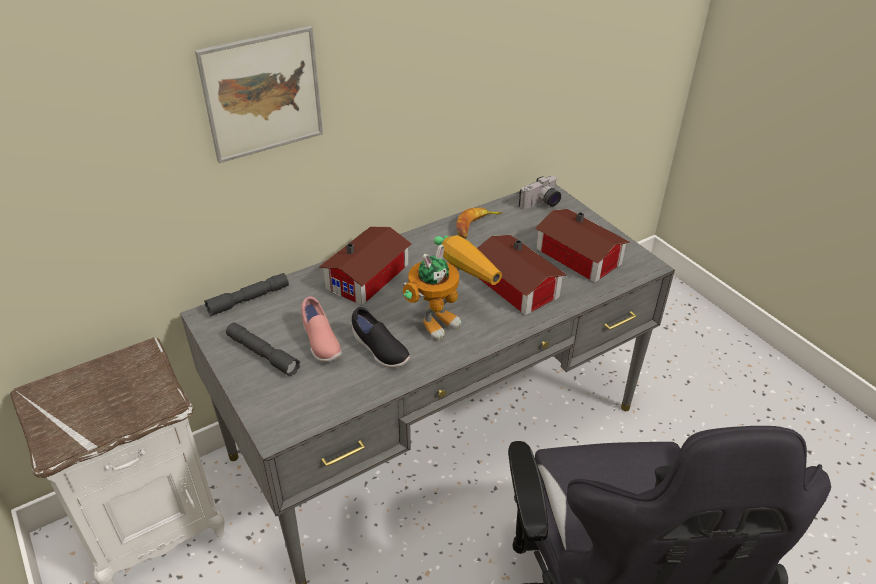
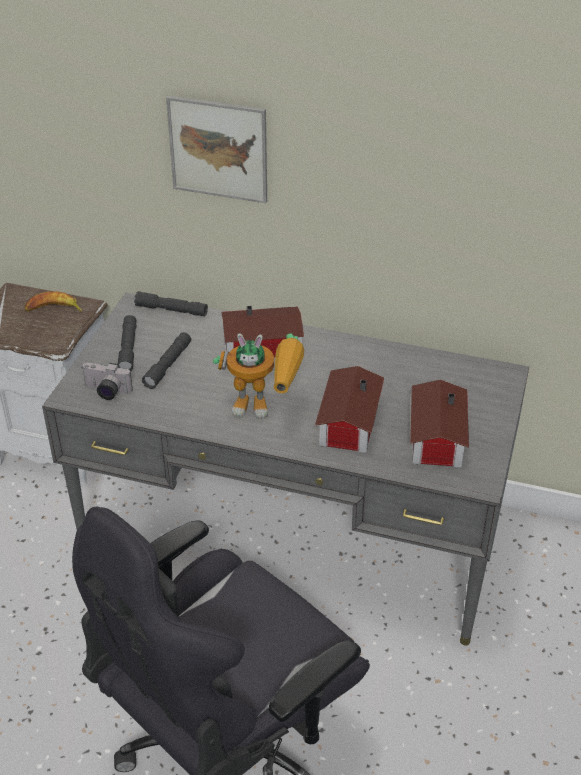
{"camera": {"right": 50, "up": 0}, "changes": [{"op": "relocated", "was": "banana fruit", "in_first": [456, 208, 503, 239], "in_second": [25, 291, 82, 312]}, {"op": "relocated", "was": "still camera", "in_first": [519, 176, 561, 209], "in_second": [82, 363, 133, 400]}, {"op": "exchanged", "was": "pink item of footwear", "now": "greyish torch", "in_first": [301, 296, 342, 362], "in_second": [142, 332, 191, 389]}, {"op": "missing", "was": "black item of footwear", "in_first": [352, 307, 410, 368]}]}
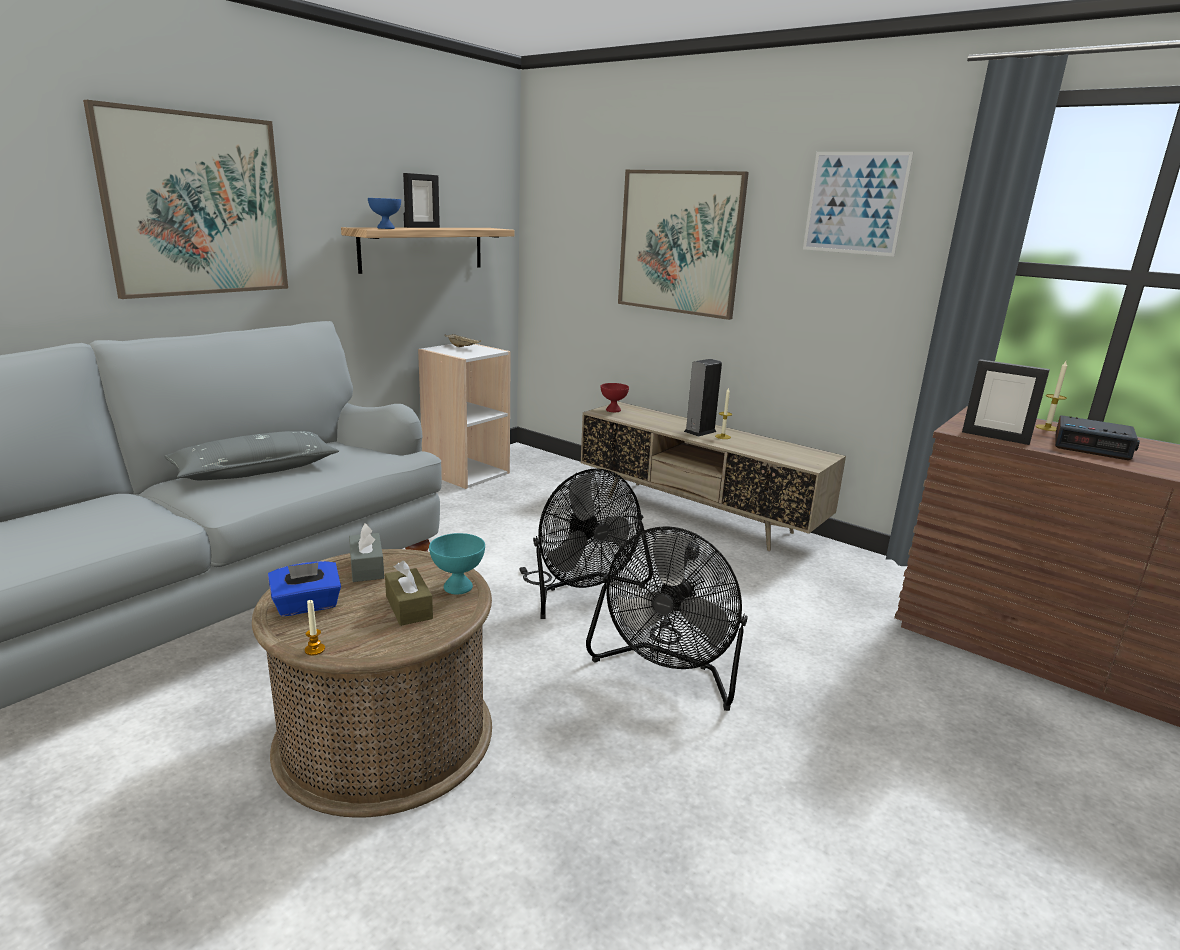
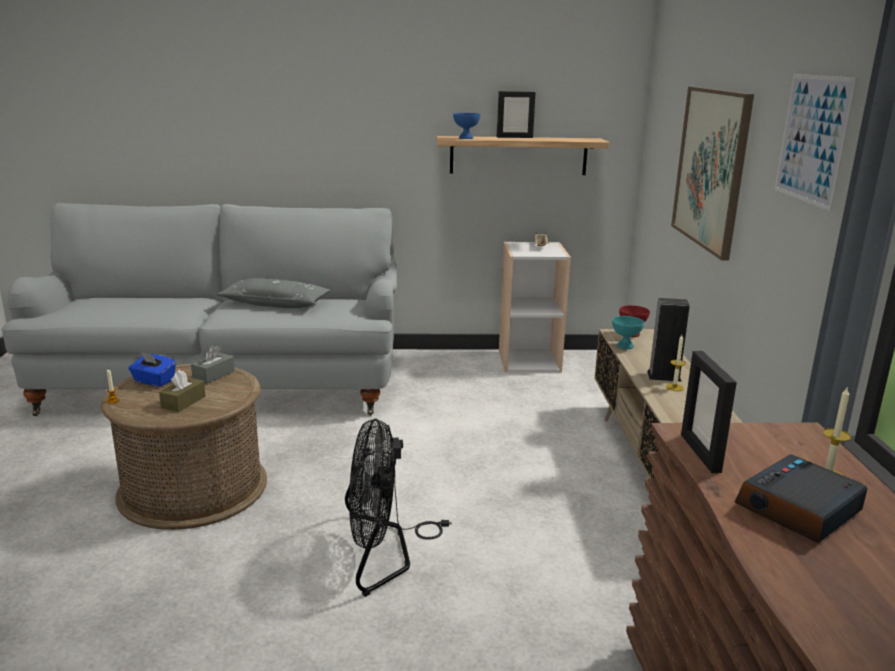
{"camera": {"right": 50, "up": 0}, "changes": [{"op": "relocated", "was": "turquoise-coloured deep dish", "in_first": [429, 533, 485, 595], "in_second": [612, 316, 644, 349]}, {"op": "spun", "was": "bedside clock", "in_first": [1055, 415, 1140, 460], "in_second": [735, 454, 867, 543], "clockwise": 60}, {"op": "missing", "was": "wall picture", "in_first": [83, 100, 288, 299]}, {"op": "missing", "was": "black electric fan", "in_first": [520, 469, 653, 619]}]}
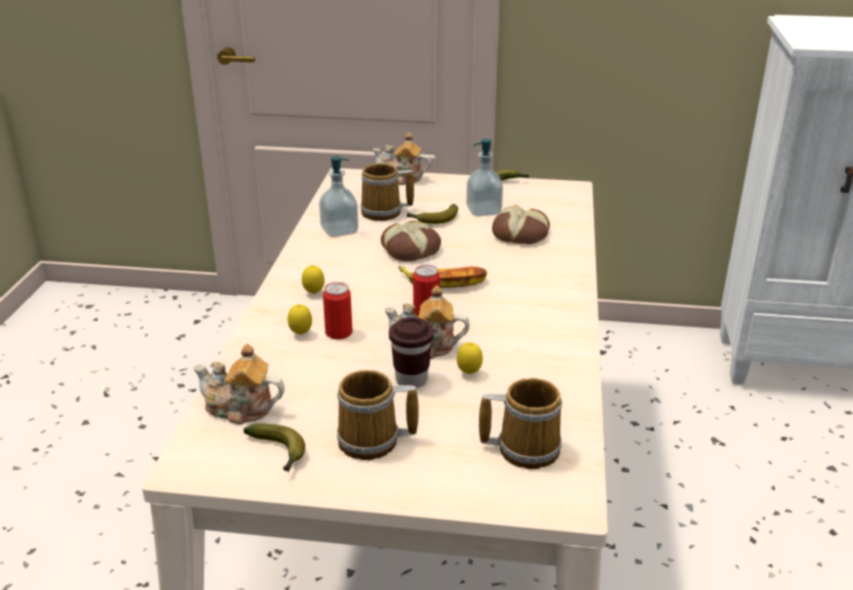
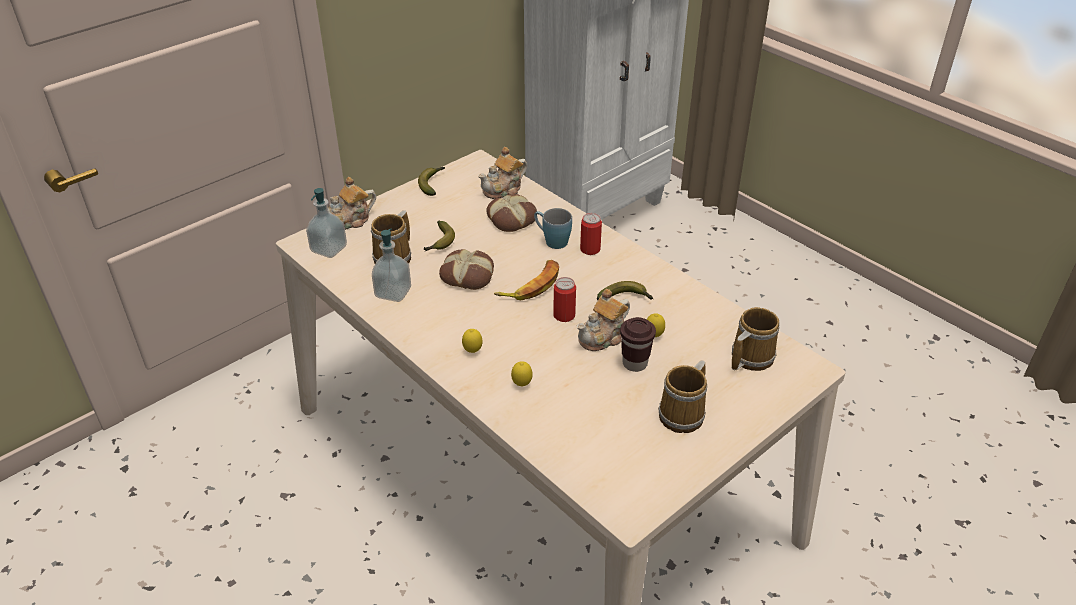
{"camera": {"right": -50, "up": 10}, "changes": [{"op": "relocated", "was": "soap bottle", "in_first": [466, 139, 503, 217], "in_second": [306, 188, 347, 258]}, {"op": "relocated", "was": "tea pot", "in_first": [193, 344, 285, 425], "in_second": [478, 147, 527, 199]}, {"op": "appeared", "now": "blue-coloured coffee mug", "in_second": [534, 208, 572, 249]}, {"op": "relocated", "was": "metal can", "in_first": [323, 282, 352, 339], "in_second": [580, 213, 602, 255]}, {"op": "relocated", "was": "banana fruit", "in_first": [243, 423, 305, 472], "in_second": [597, 281, 653, 300]}]}
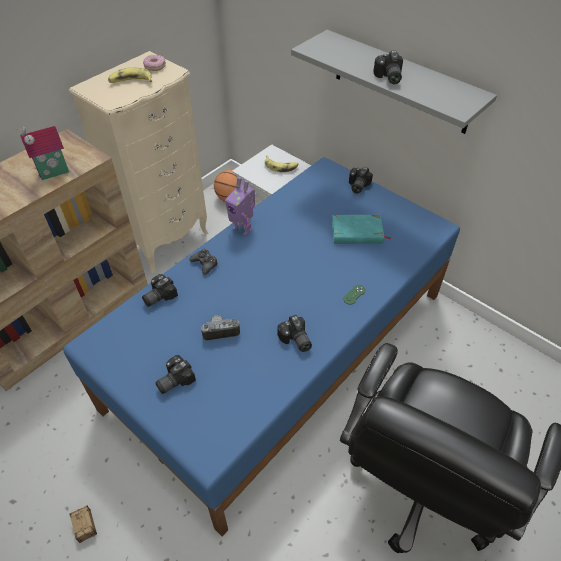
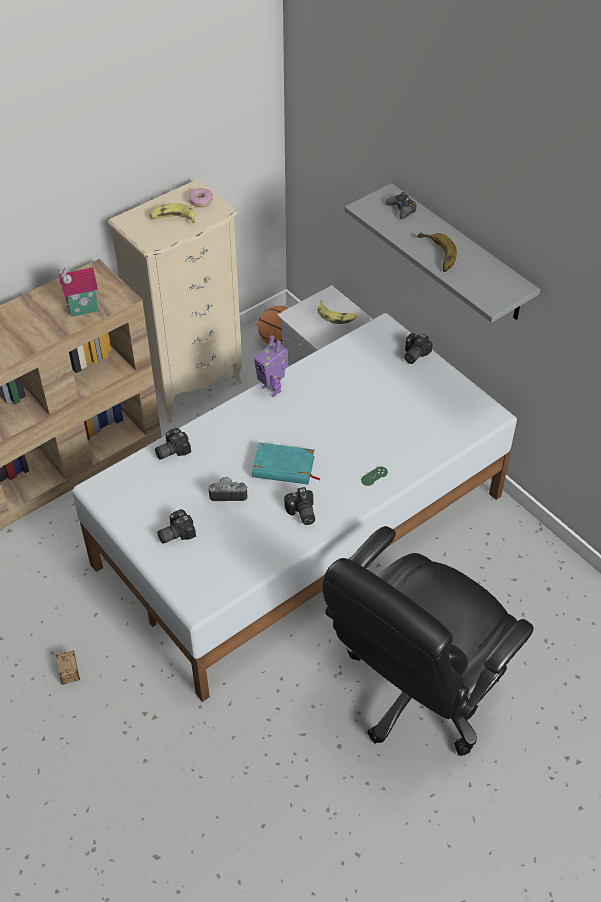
{"camera": {"right": 10, "up": 0}, "changes": [{"op": "colour", "was": "blue-coloured bedroom bed", "now": "whitish bedroom bed", "in_first": [63, 157, 460, 537], "in_second": [72, 313, 517, 702]}, {"op": "relocated", "was": "turquoise-coloured book", "in_first": [332, 215, 391, 244], "in_second": [252, 442, 321, 485]}, {"op": "relocated", "was": "black joypad", "in_first": [189, 249, 218, 275], "in_second": [386, 192, 417, 219]}, {"op": "exchanged", "was": "still camera", "now": "banana fruit", "in_first": [373, 51, 403, 84], "in_second": [417, 232, 457, 272]}]}
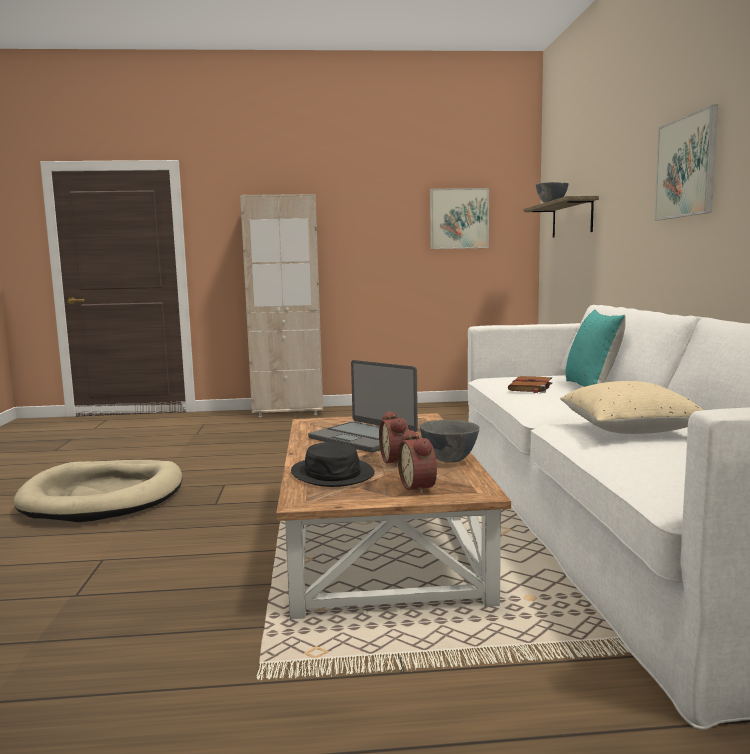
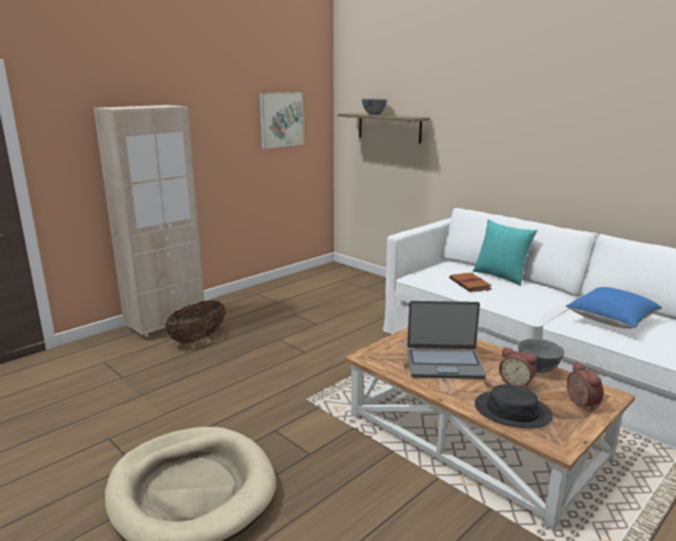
{"camera": {"right": -40, "up": 10}, "changes": [{"op": "appeared", "now": "basket", "in_second": [165, 300, 225, 344]}, {"op": "colour", "was": "sand-coloured pillow", "now": "blue-coloured pillow", "in_first": [560, 381, 703, 434], "in_second": [566, 287, 662, 329]}, {"op": "spun", "was": "bedside clock", "in_first": [398, 430, 437, 495], "in_second": [567, 361, 603, 411], "clockwise": -135}, {"op": "missing", "was": "wall picture", "in_first": [654, 105, 718, 221]}]}
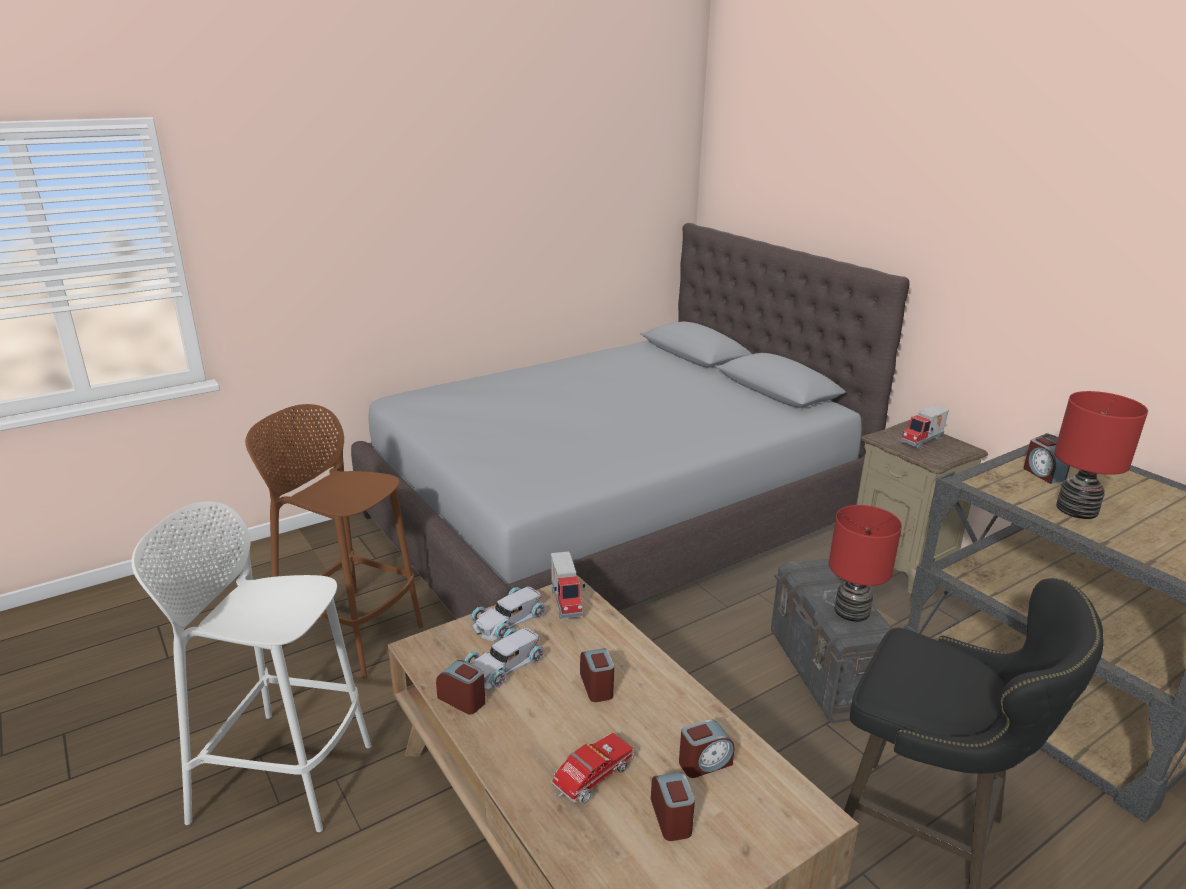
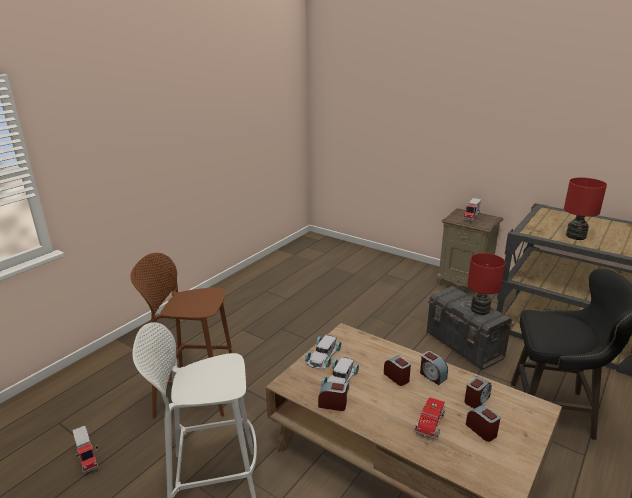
{"camera": {"right": -20, "up": 0}, "changes": [{"op": "relocated", "was": "toy truck", "in_first": [551, 551, 586, 619], "in_second": [73, 426, 98, 474]}, {"op": "relocated", "was": "bedside clock", "in_first": [1024, 437, 1070, 484], "in_second": [420, 351, 448, 385]}, {"op": "missing", "was": "greyish bedroom bed", "in_first": [351, 223, 910, 619]}]}
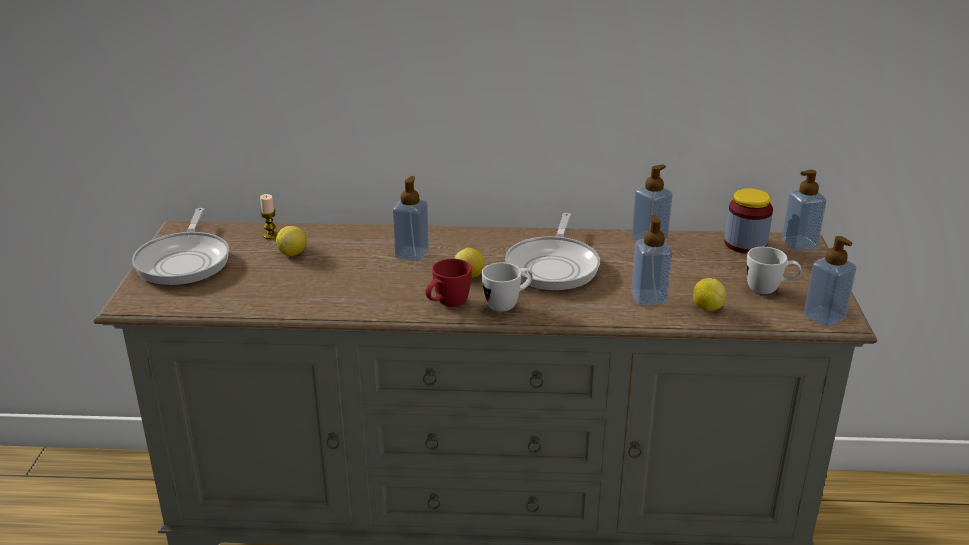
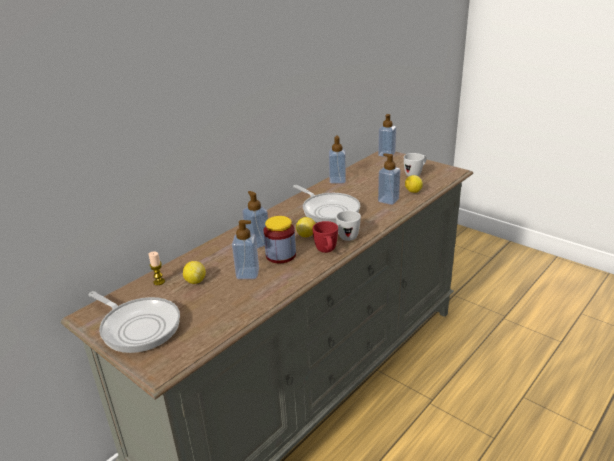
{"camera": {"right": -50, "up": 0}, "changes": [{"op": "relocated", "was": "soap bottle", "in_first": [804, 236, 856, 327], "in_second": [232, 220, 259, 279]}, {"op": "relocated", "was": "storage jar", "in_first": [725, 188, 773, 254], "in_second": [264, 216, 296, 263]}]}
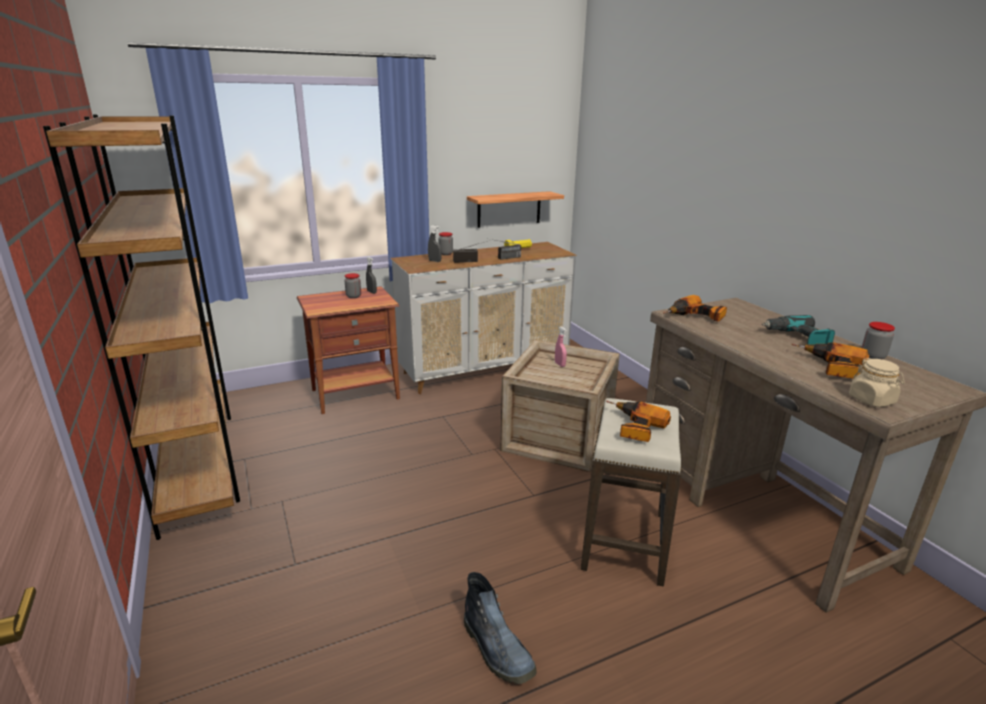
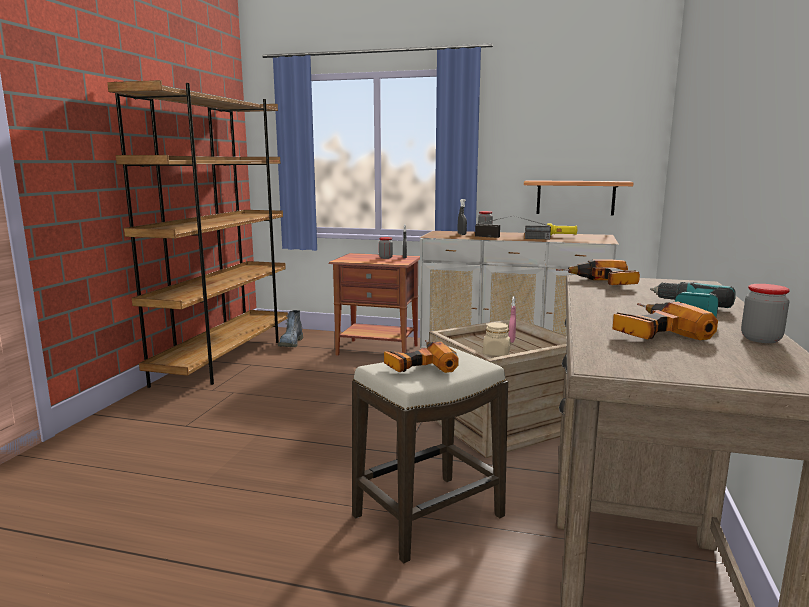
{"camera": {"right": 40, "up": -10}, "changes": [{"op": "relocated", "was": "tall boot", "in_first": [464, 572, 536, 684], "in_second": [278, 310, 303, 347]}, {"op": "relocated", "was": "sand-coloured storage jar", "in_first": [849, 358, 905, 407], "in_second": [483, 322, 511, 356]}]}
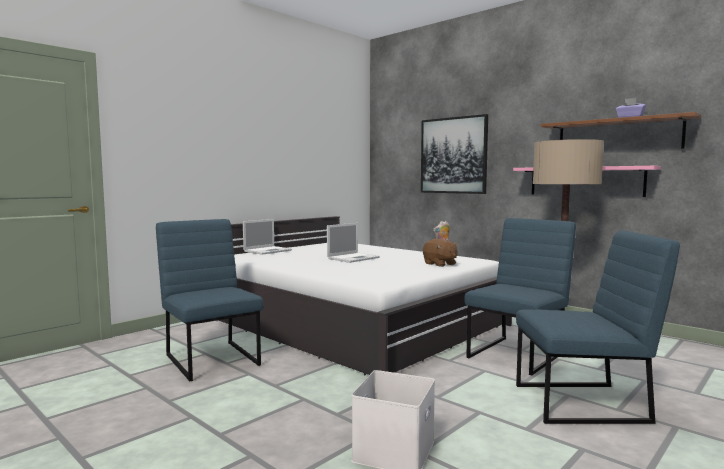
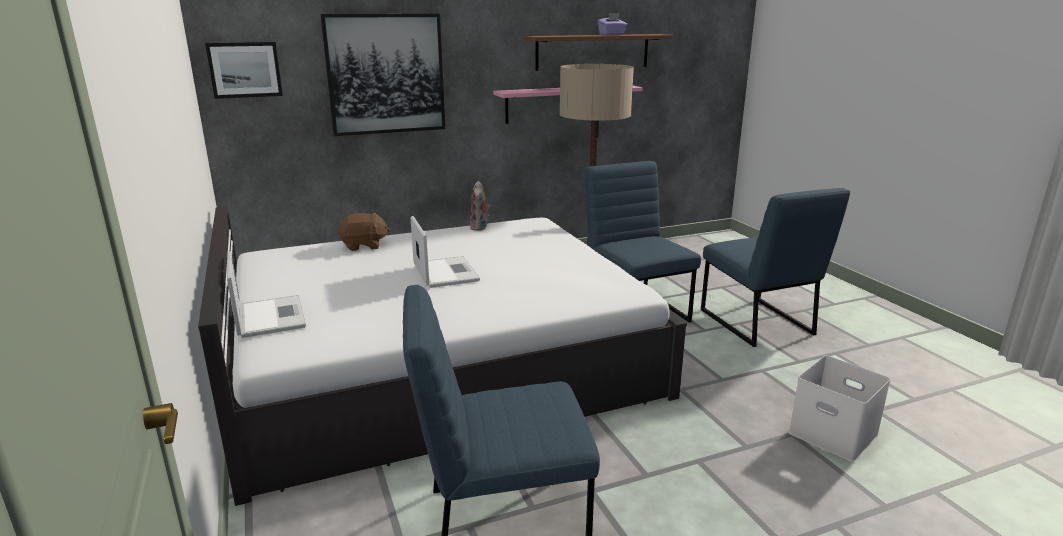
{"camera": {"right": -65, "up": 15}, "changes": [{"op": "appeared", "now": "wall picture", "in_second": [205, 42, 283, 99]}, {"op": "relocated", "was": "brownish plush toy", "in_first": [423, 239, 458, 267], "in_second": [338, 213, 390, 251]}, {"op": "spun", "was": "blue-coloured upright chair", "in_first": [516, 230, 680, 424], "in_second": [701, 188, 850, 347], "clockwise": 135}]}
